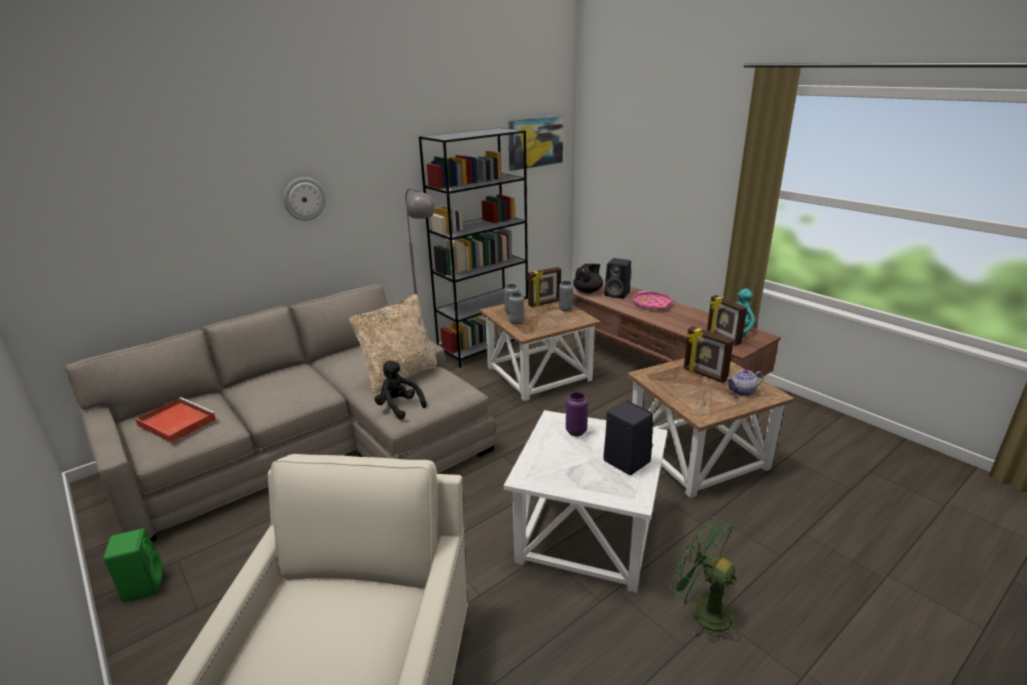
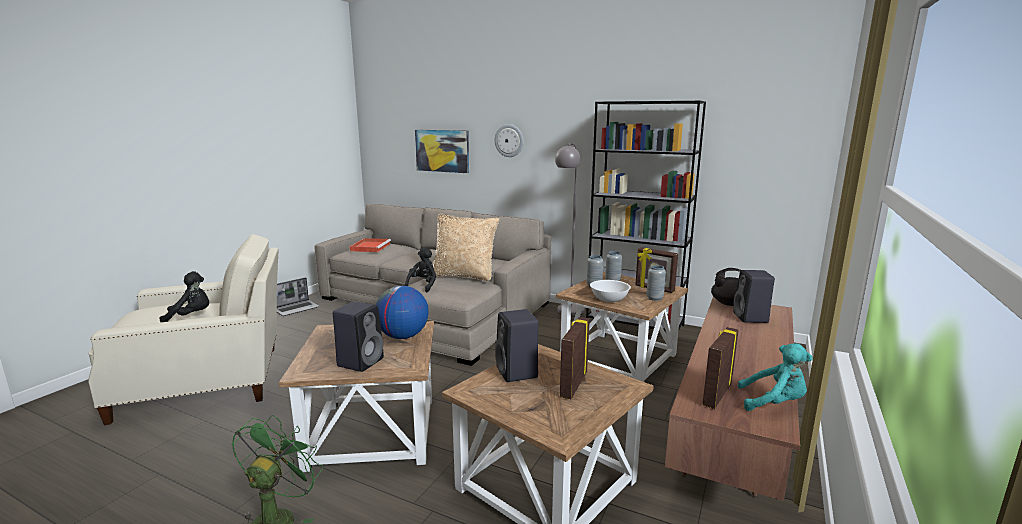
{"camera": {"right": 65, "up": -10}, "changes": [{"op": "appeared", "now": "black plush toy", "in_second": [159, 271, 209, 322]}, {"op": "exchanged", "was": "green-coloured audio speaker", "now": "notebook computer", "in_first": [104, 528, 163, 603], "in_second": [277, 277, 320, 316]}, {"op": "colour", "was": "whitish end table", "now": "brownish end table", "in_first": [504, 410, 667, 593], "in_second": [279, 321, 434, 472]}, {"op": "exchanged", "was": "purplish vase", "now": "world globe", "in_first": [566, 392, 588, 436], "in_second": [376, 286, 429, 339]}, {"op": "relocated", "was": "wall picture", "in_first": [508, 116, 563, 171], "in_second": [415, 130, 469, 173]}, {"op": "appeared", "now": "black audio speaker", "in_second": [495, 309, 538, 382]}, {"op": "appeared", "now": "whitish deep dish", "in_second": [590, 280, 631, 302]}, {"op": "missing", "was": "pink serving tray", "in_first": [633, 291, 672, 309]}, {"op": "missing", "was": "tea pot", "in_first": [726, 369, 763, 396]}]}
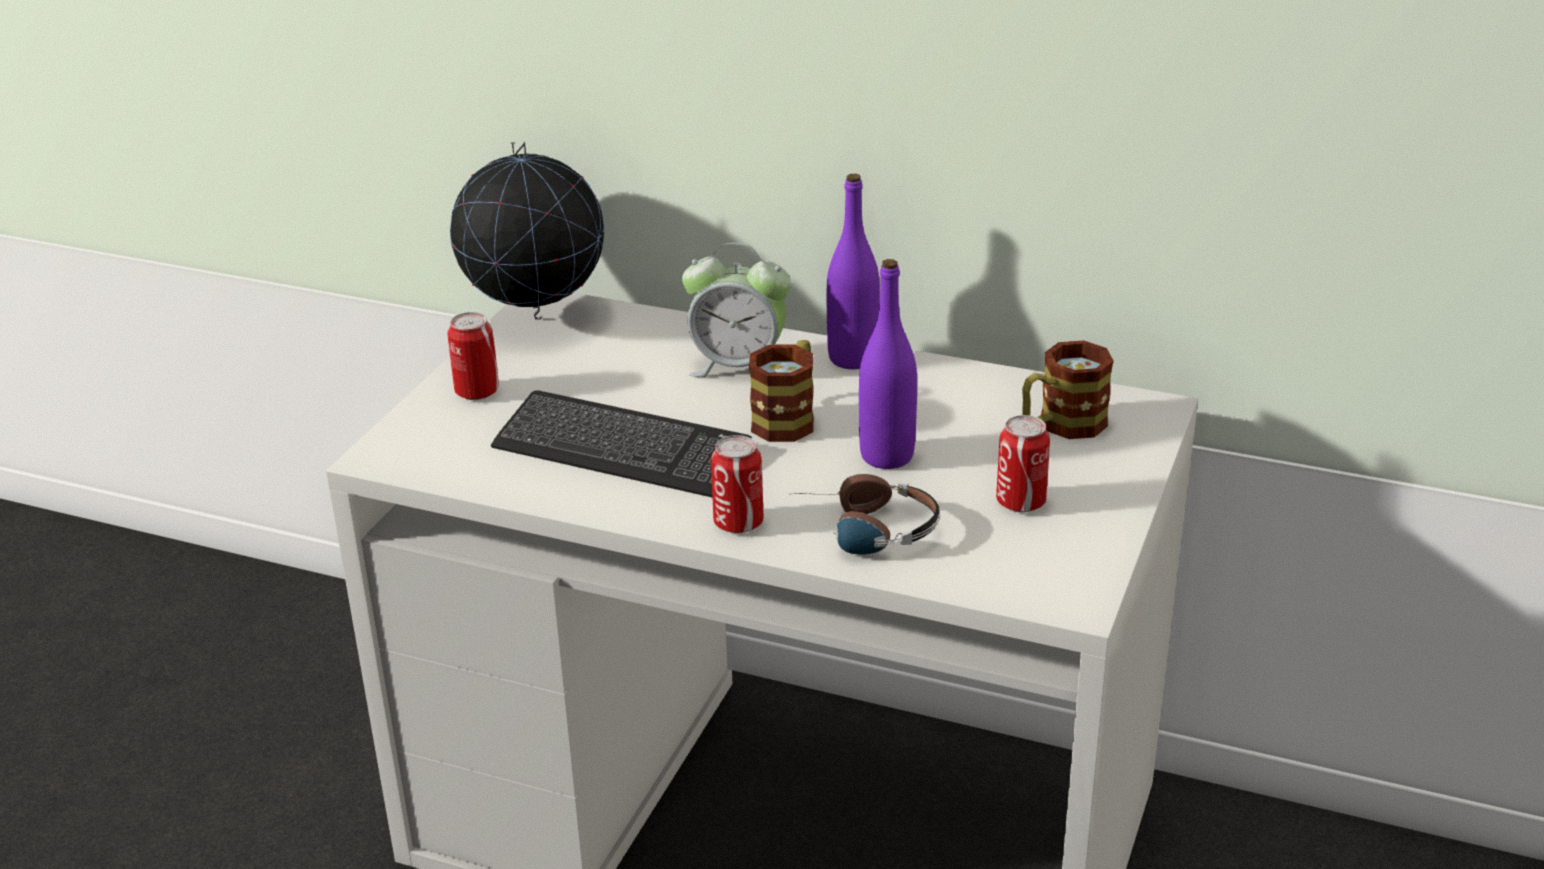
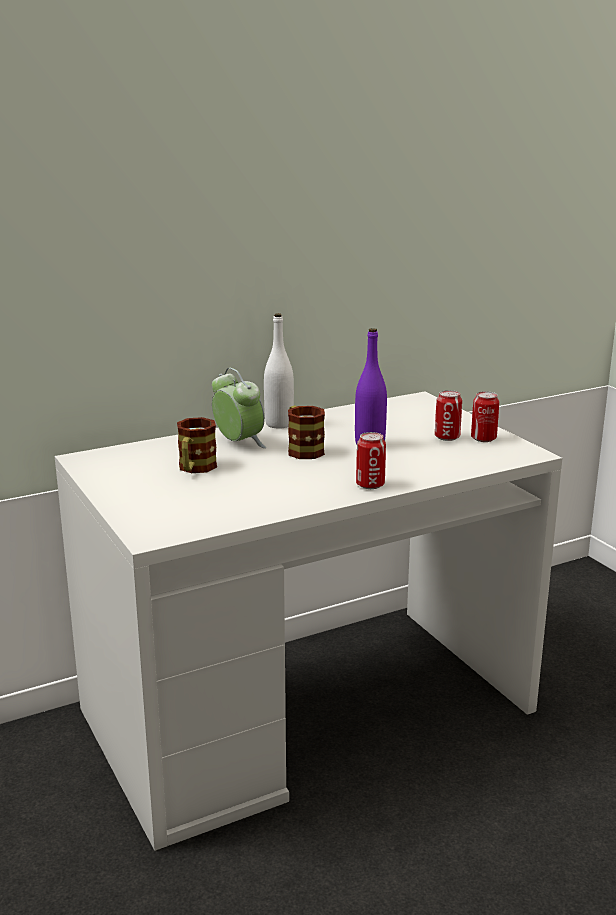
{"camera": {"right": -50, "up": -10}, "changes": [{"op": "relocated", "was": "coffee mug", "in_first": [1022, 340, 1114, 439], "in_second": [177, 417, 217, 473]}, {"op": "spun", "was": "bedside clock", "in_first": [682, 243, 791, 377], "in_second": [212, 368, 266, 448], "clockwise": -90}, {"op": "colour", "was": "purplish drink bottle", "now": "whitish drink bottle", "in_first": [827, 174, 880, 369], "in_second": [264, 313, 294, 429]}, {"op": "relocated", "was": "metal can", "in_first": [448, 312, 499, 400], "in_second": [471, 391, 499, 442]}, {"op": "missing", "was": "world globe", "in_first": [450, 142, 604, 320]}, {"op": "missing", "was": "computer keyboard", "in_first": [491, 390, 752, 498]}, {"op": "missing", "was": "pair of headphones", "in_first": [796, 474, 940, 555]}]}
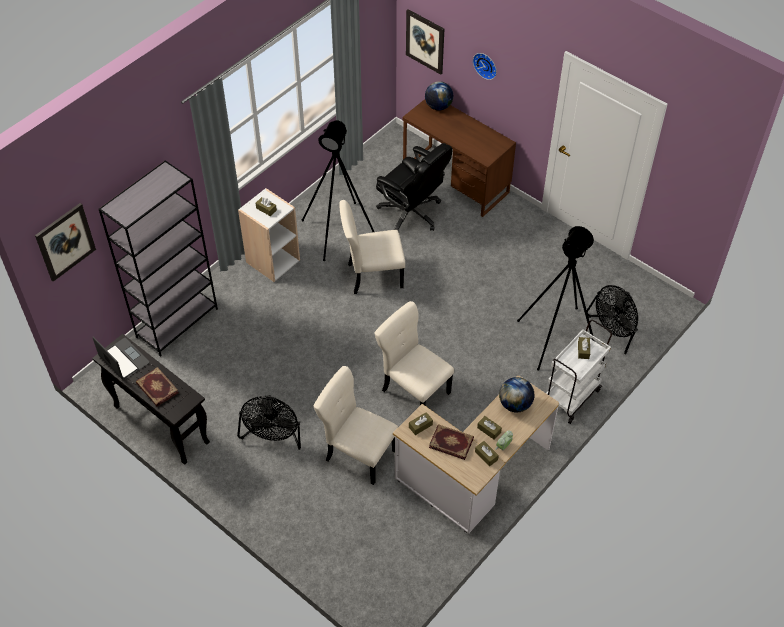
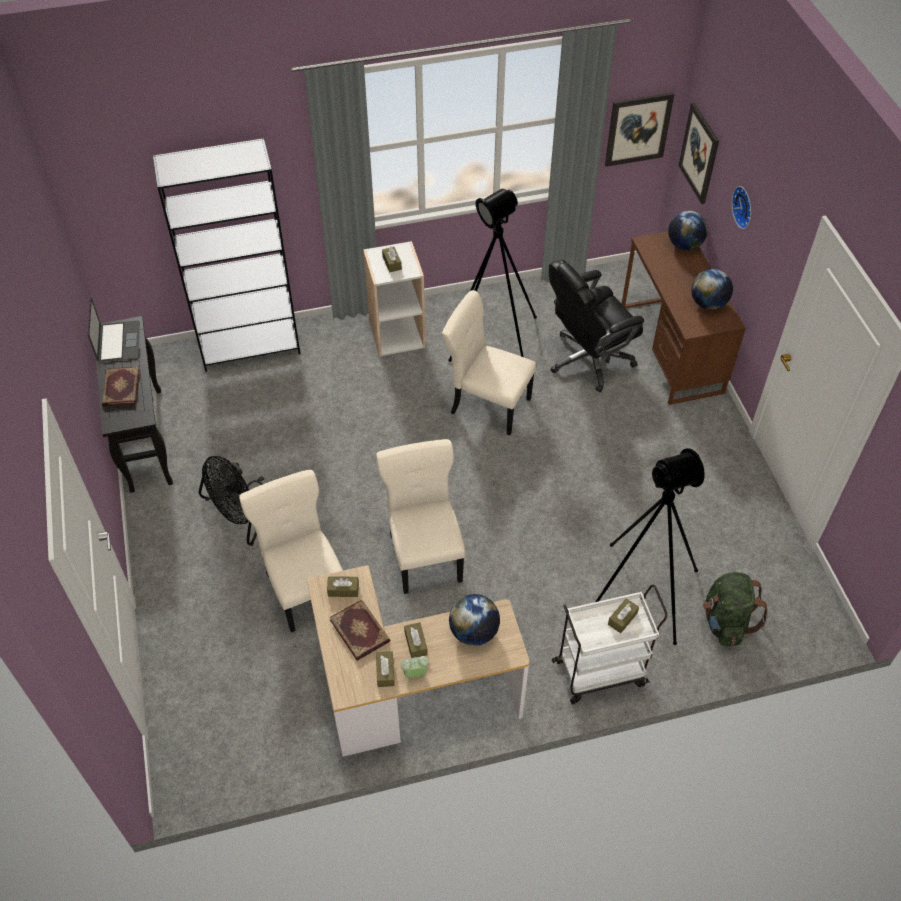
{"camera": {"right": 35, "up": 0}, "changes": [{"op": "spun", "was": "black desk chair", "in_first": [376, 143, 453, 231], "in_second": [549, 260, 644, 392], "clockwise": 75}, {"op": "relocated", "was": "wall picture", "in_first": [35, 203, 96, 282], "in_second": [605, 92, 674, 167]}, {"op": "appeared", "now": "world globe", "in_second": [691, 269, 733, 310]}, {"op": "exchanged", "was": "black electric fan", "now": "green-coloured knapsack", "in_first": [587, 285, 638, 354], "in_second": [703, 572, 768, 647]}]}
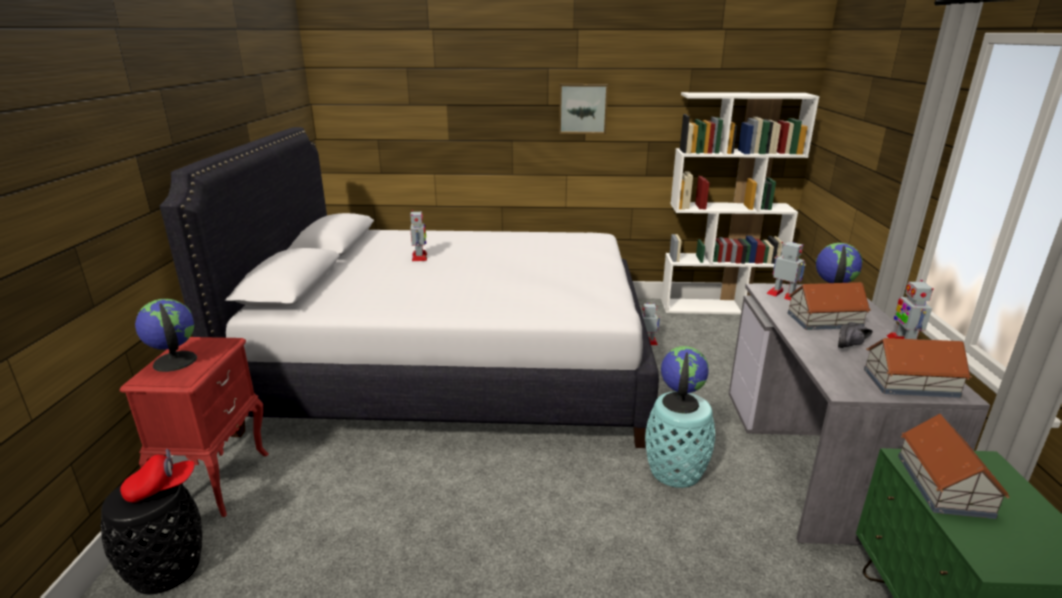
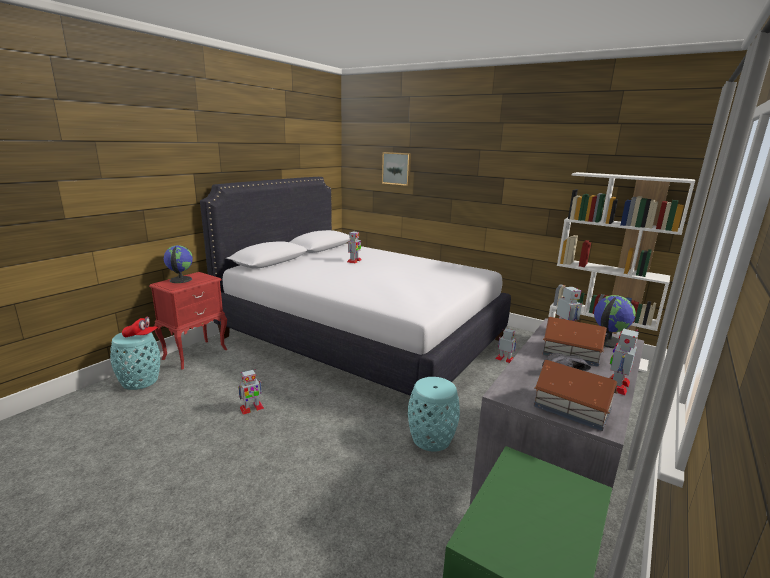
{"camera": {"right": 30, "up": -5}, "changes": [{"op": "colour", "was": "black stool", "now": "turquoise-coloured stool", "in_first": [101, 484, 202, 594], "in_second": [110, 332, 160, 390]}, {"op": "appeared", "now": "model robot", "in_second": [238, 369, 264, 414]}, {"op": "relocated", "was": "wall picture", "in_first": [559, 84, 608, 134], "in_second": [382, 152, 411, 186]}, {"op": "missing", "was": "world globe", "in_first": [661, 346, 709, 414]}, {"op": "missing", "was": "toy house", "in_first": [898, 414, 1009, 519]}]}
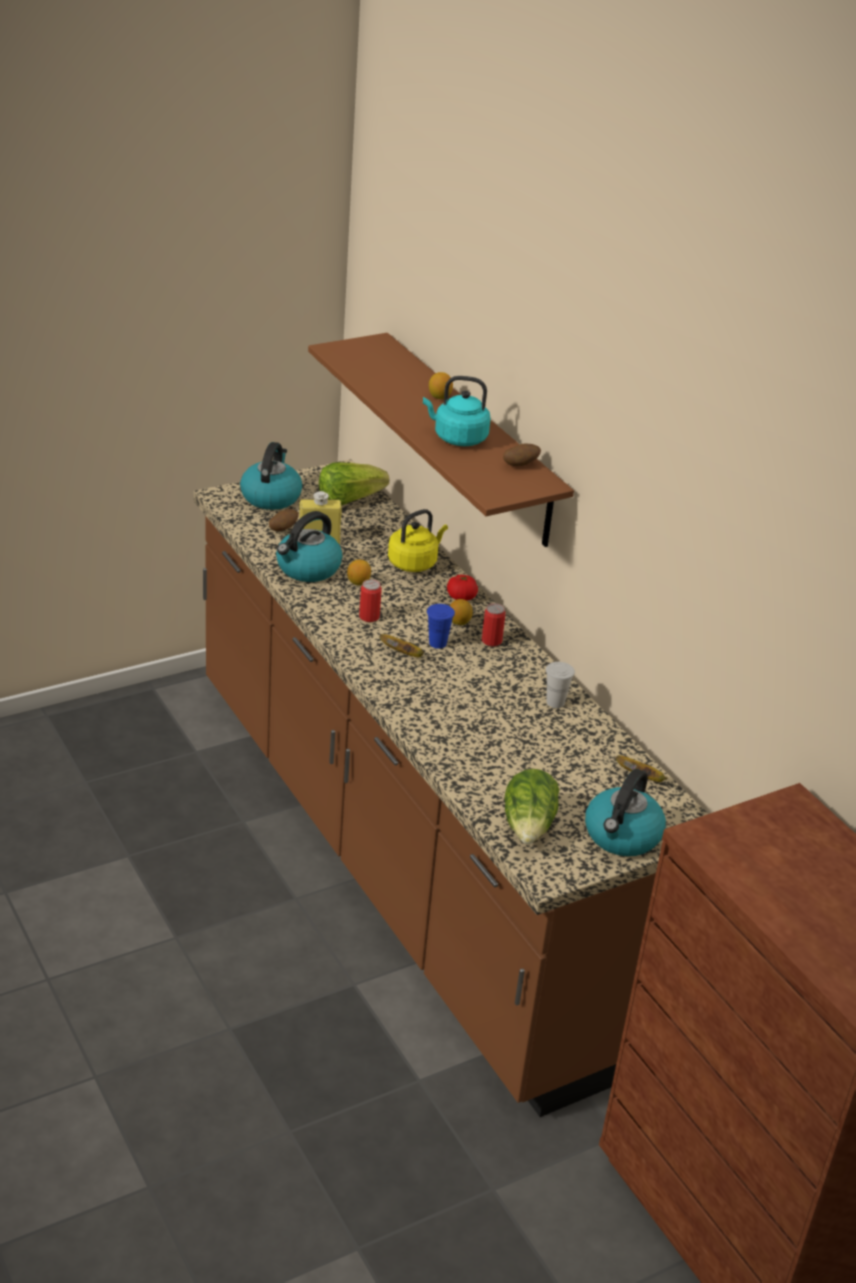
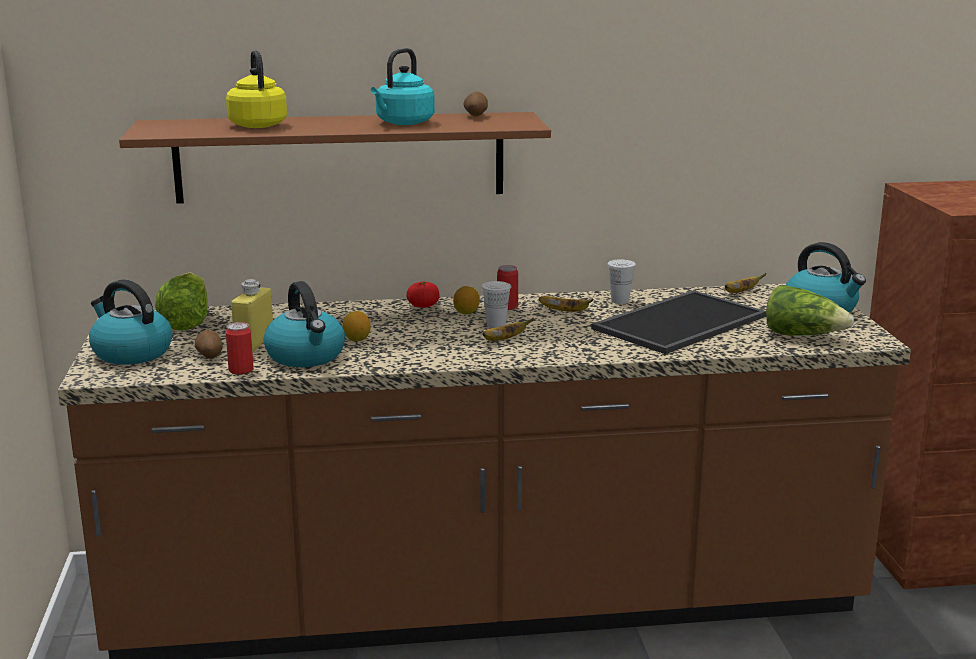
{"camera": {"right": -65, "up": -15}, "changes": [{"op": "relocated", "was": "yellow-coloured kettle", "in_first": [388, 509, 448, 572], "in_second": [226, 50, 287, 128]}, {"op": "relocated", "was": "metal can", "in_first": [359, 579, 382, 622], "in_second": [226, 322, 254, 374]}, {"op": "colour", "was": "blue-coloured drinking cup", "now": "whitish drinking cup", "in_first": [427, 604, 455, 649], "in_second": [481, 281, 511, 328]}, {"op": "appeared", "now": "banana fruit", "in_second": [539, 296, 593, 312]}, {"op": "appeared", "now": "serving tray", "in_second": [591, 290, 766, 354]}, {"op": "missing", "was": "lemon", "in_first": [429, 372, 453, 399]}]}
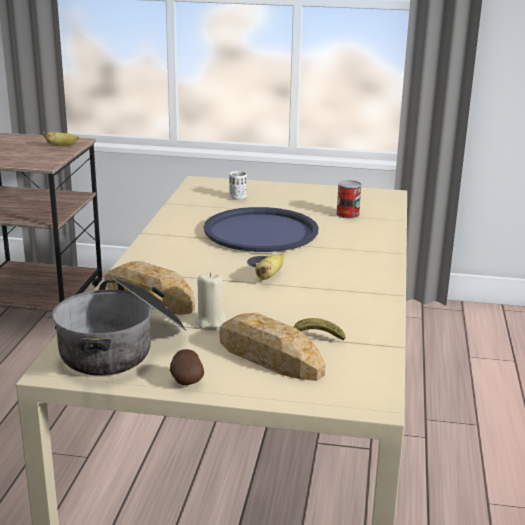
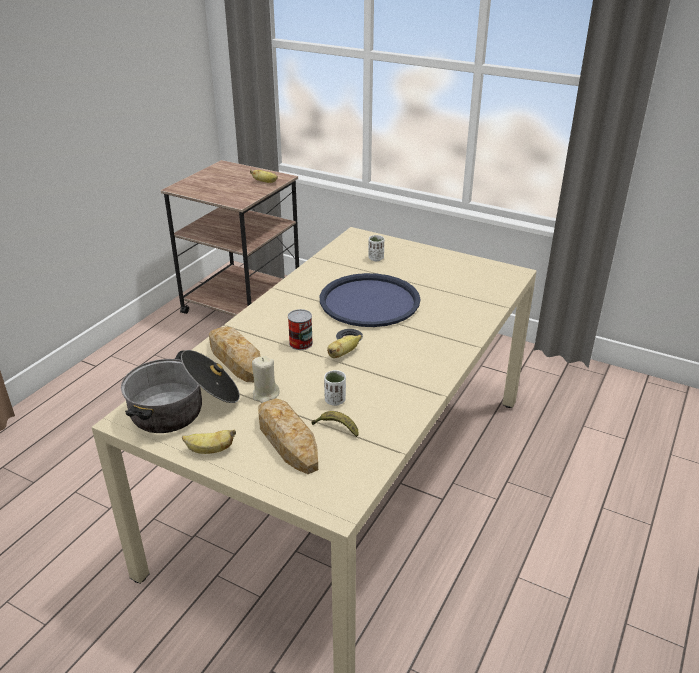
{"camera": {"right": 20, "up": 10}, "changes": [{"op": "exchanged", "was": "potato", "now": "banana fruit", "in_first": [170, 349, 204, 385], "in_second": [182, 429, 236, 454]}, {"op": "relocated", "was": "metal can", "in_first": [336, 180, 362, 219], "in_second": [288, 309, 313, 350]}, {"op": "appeared", "now": "whitish drinking cup", "in_second": [324, 370, 346, 406]}]}
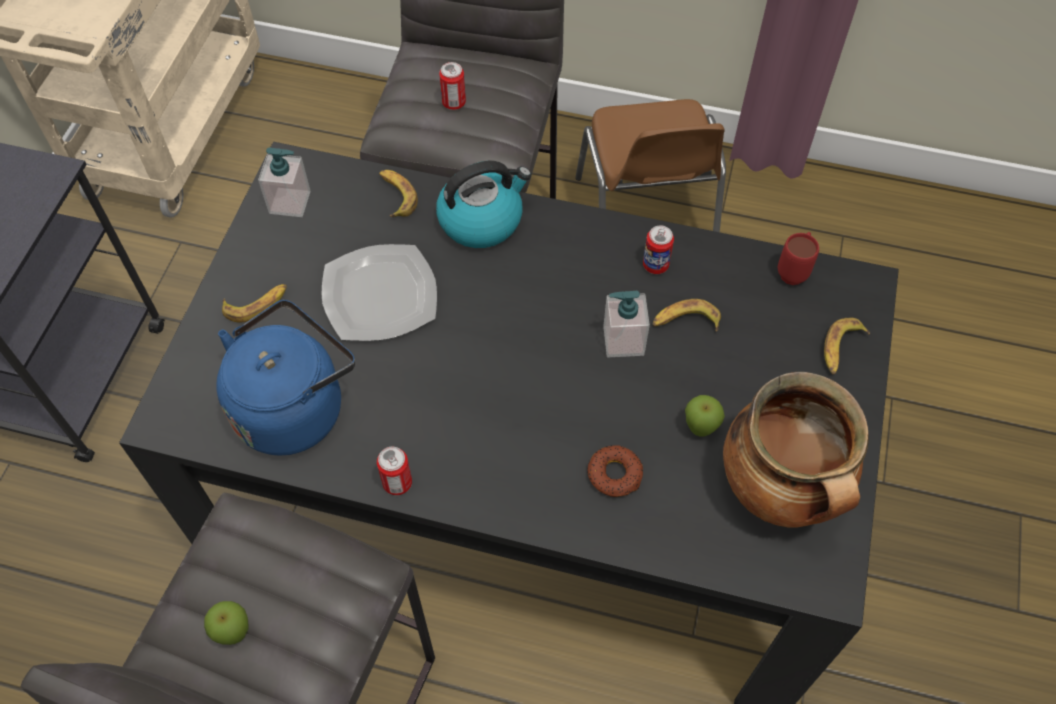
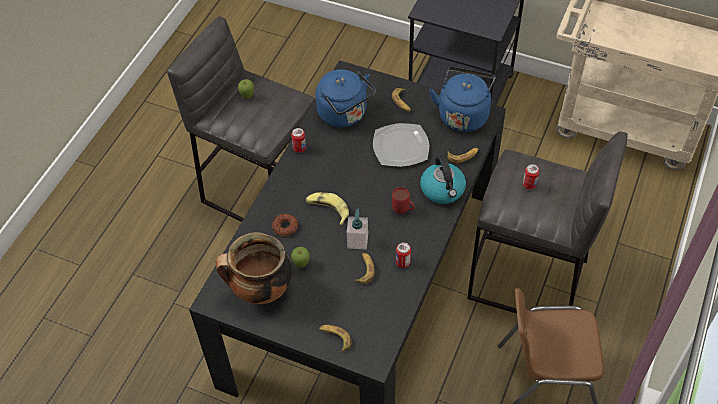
{"camera": {"right": 100, "up": -5}, "changes": [{"op": "appeared", "now": "banana fruit", "in_second": [306, 192, 349, 225]}, {"op": "relocated", "was": "red-coloured coffee mug", "in_first": [778, 232, 819, 285], "in_second": [392, 187, 415, 214]}, {"op": "exchanged", "was": "soap bottle", "now": "blue-coloured kettle", "in_first": [258, 147, 311, 217], "in_second": [429, 67, 495, 132]}]}
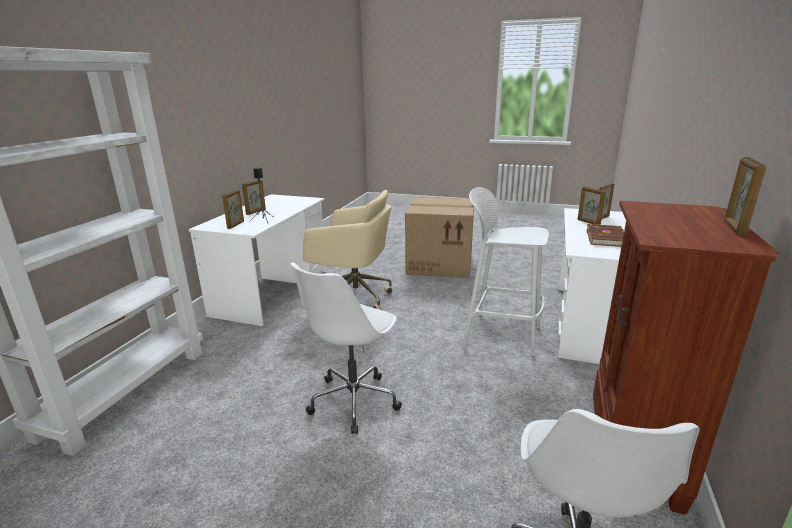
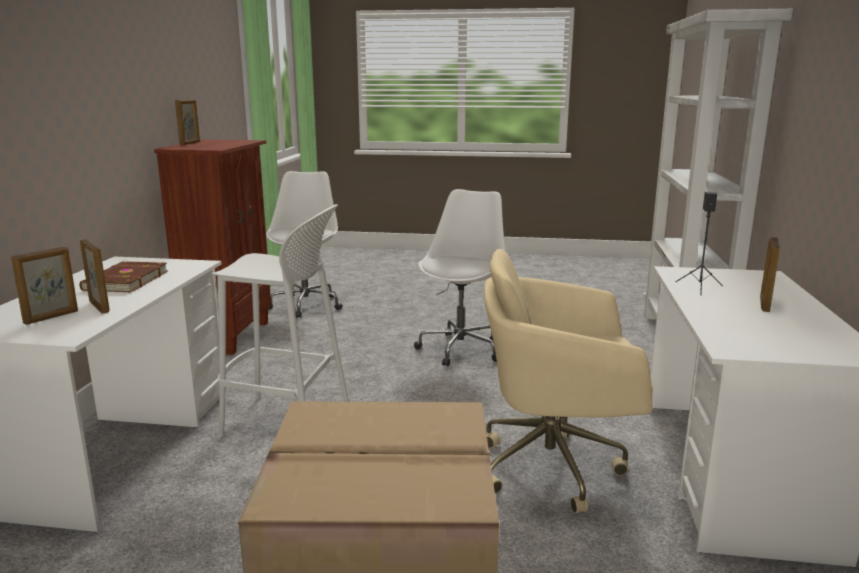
{"camera": {"right": 170, "up": -5}, "changes": [{"op": "missing", "was": "standing frame", "in_first": [222, 189, 244, 229]}]}
